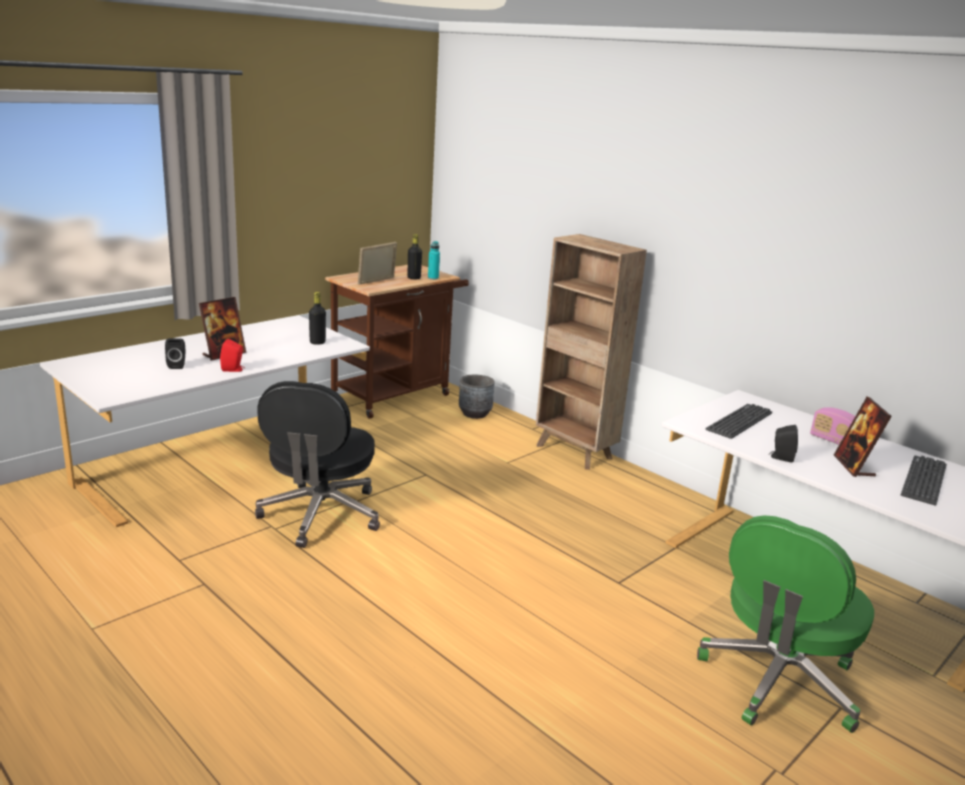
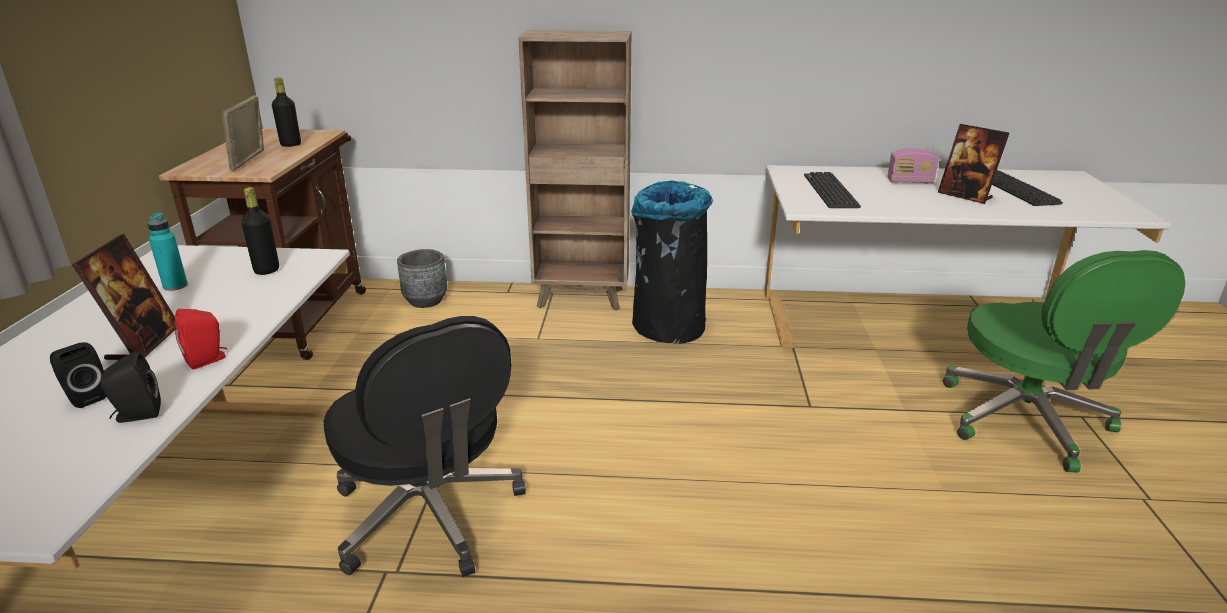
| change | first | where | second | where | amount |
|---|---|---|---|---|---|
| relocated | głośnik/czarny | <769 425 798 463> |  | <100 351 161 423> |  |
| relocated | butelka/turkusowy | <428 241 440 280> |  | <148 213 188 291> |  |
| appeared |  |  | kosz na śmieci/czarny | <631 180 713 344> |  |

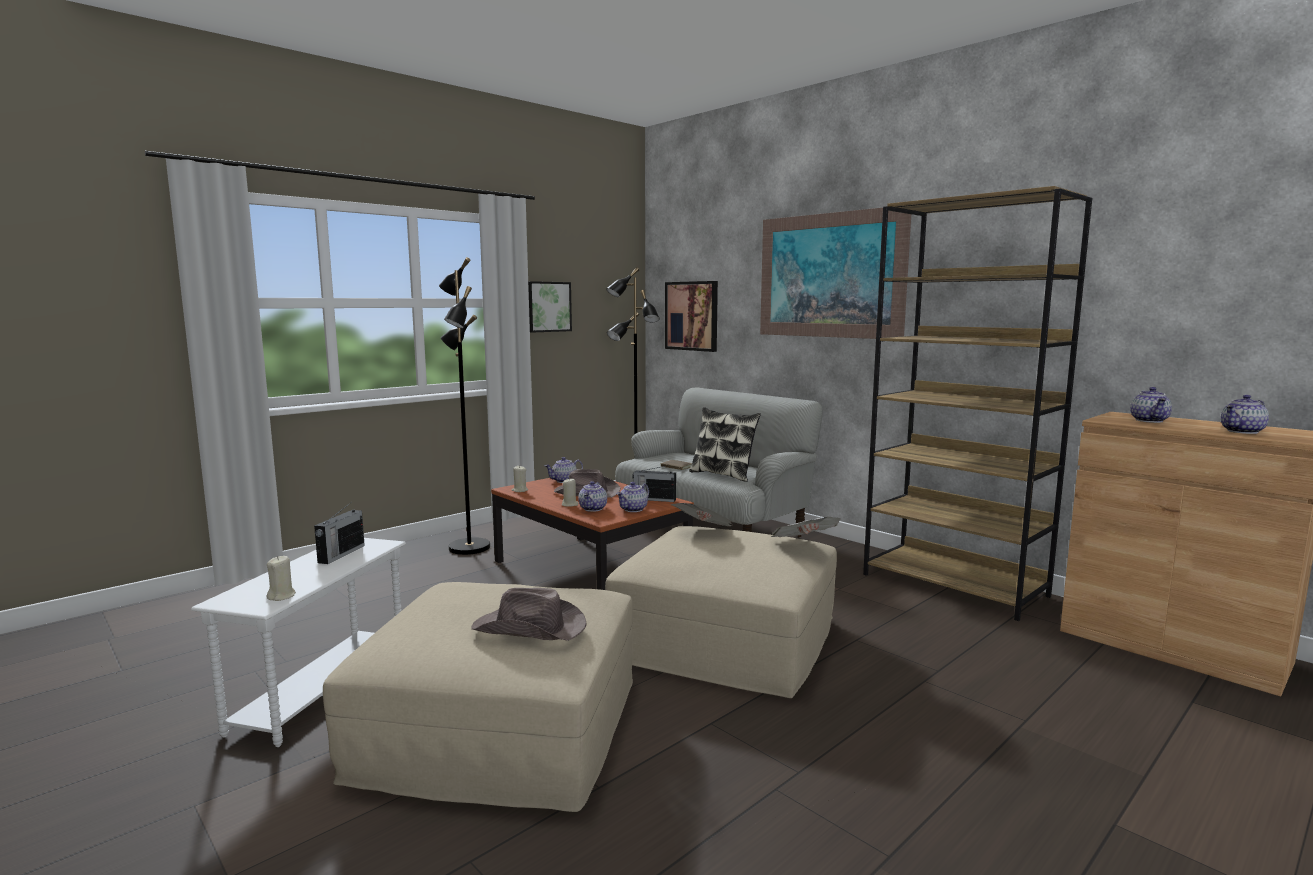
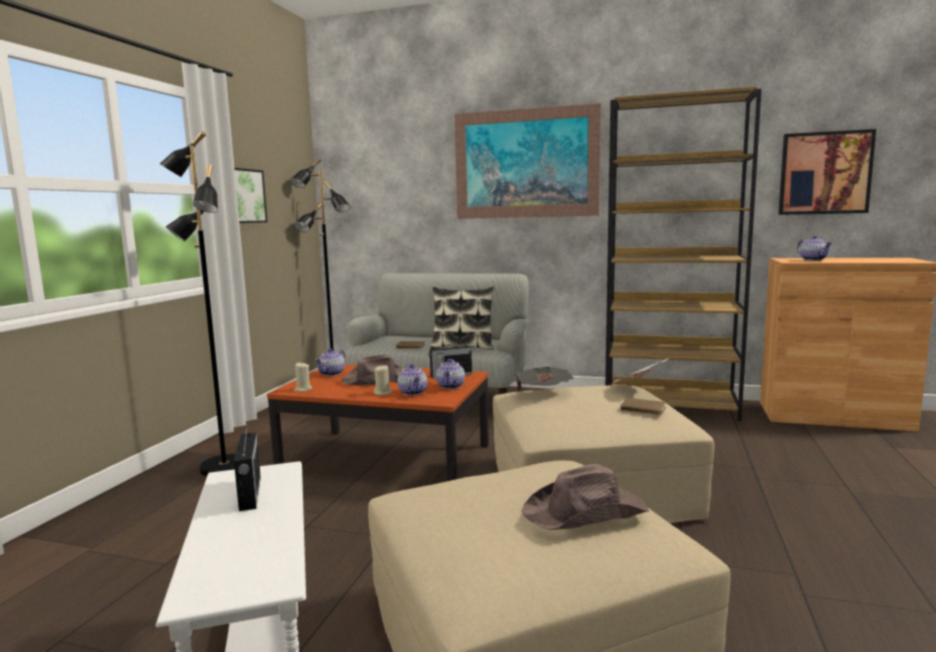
| change | first | where | second | where | amount |
|---|---|---|---|---|---|
| appeared |  |  | książka/brązowy | <621 398 666 415> |  |
| relocated | obraz | <665 281 718 352> |  | <778 129 876 215> |  |
| missing | świeca/beżowy | <267 556 296 601> |  |  |  |
| missing | imbryk | <1221 395 1269 434> |  |  |  |

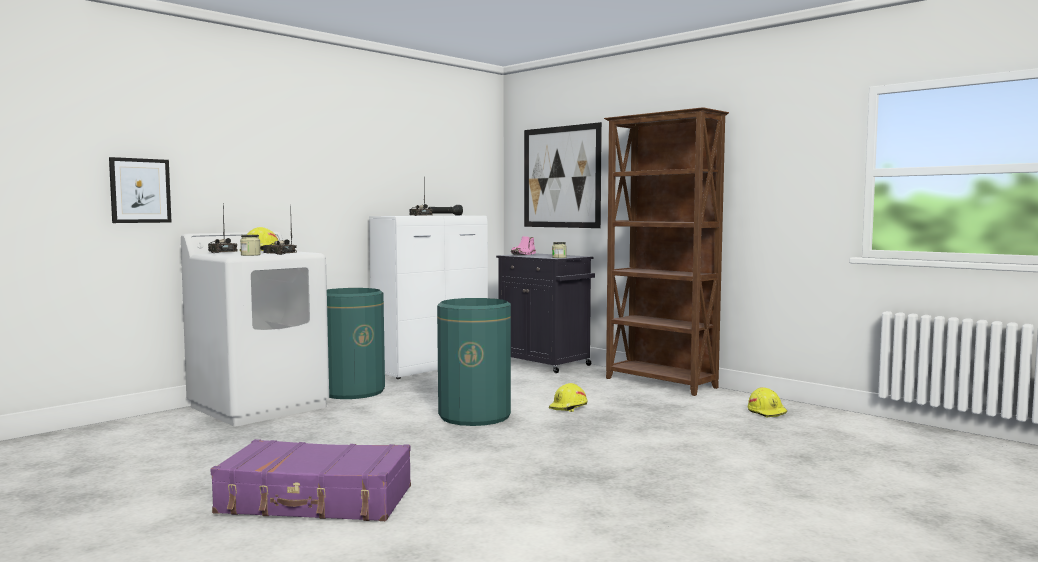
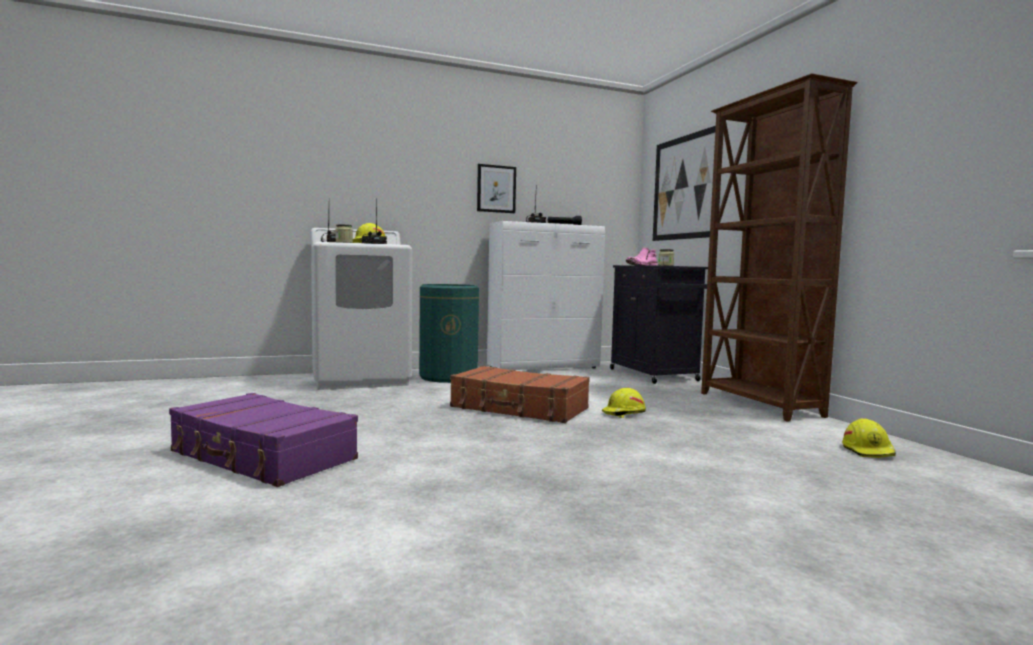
| change | first | where | second | where | amount |
|---|---|---|---|---|---|
| exchanged | kosz na śmieci/zielony | <437 298 511 426> | walizka/brązowy | <450 366 590 423> |  |
| relocated | obraz | <109 157 171 223> |  | <477 164 516 213> |  |

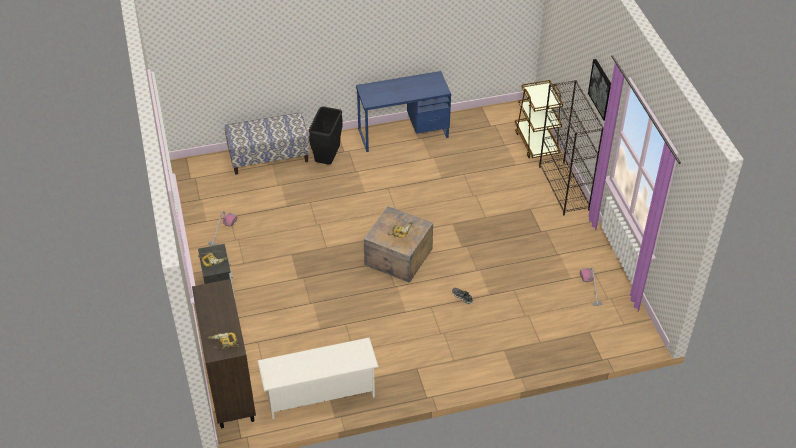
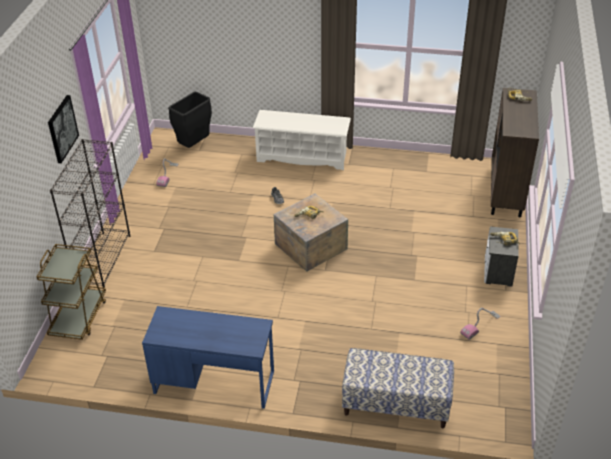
| change | first | where | second | where | amount |
|---|---|---|---|---|---|
| relocated | kosz na śmieci/czarny | <309 106 342 165> |  | <168 92 212 148> |  |
| relocated | regał na buty/biały | <257 337 379 419> |  | <253 110 351 170> |  |

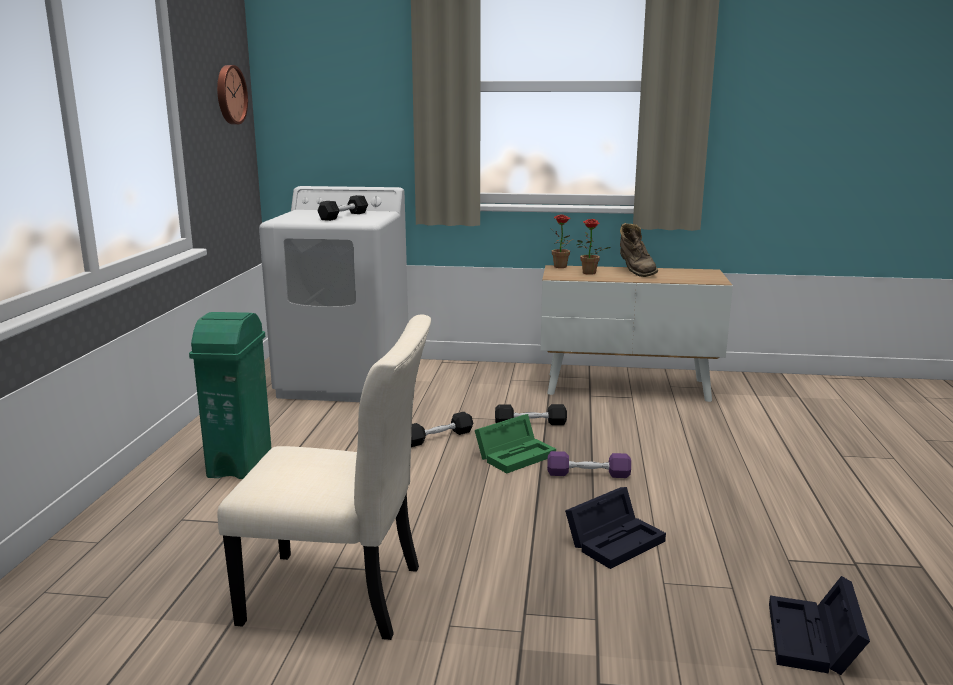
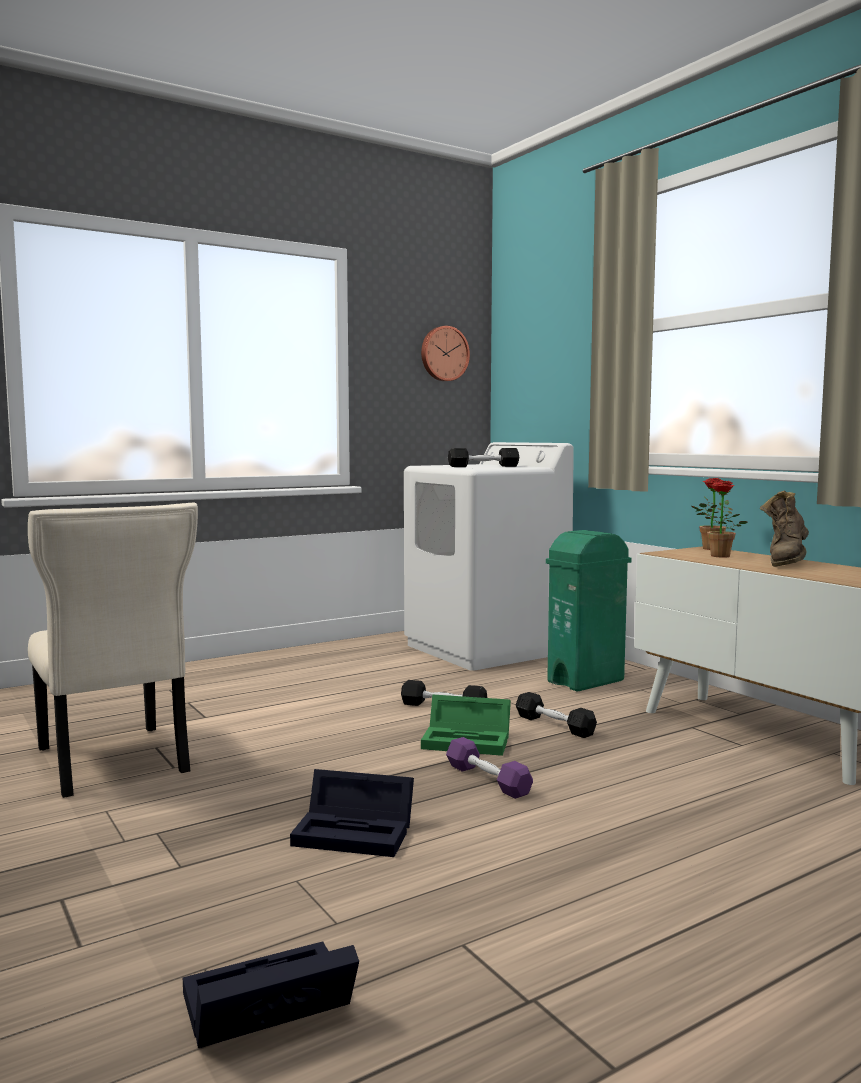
| change | first | where | second | where | amount |
|---|---|---|---|---|---|
| relocated | kosz na śmieci/zielony | <189 312 271 479> |  | <546 530 632 692> |  |

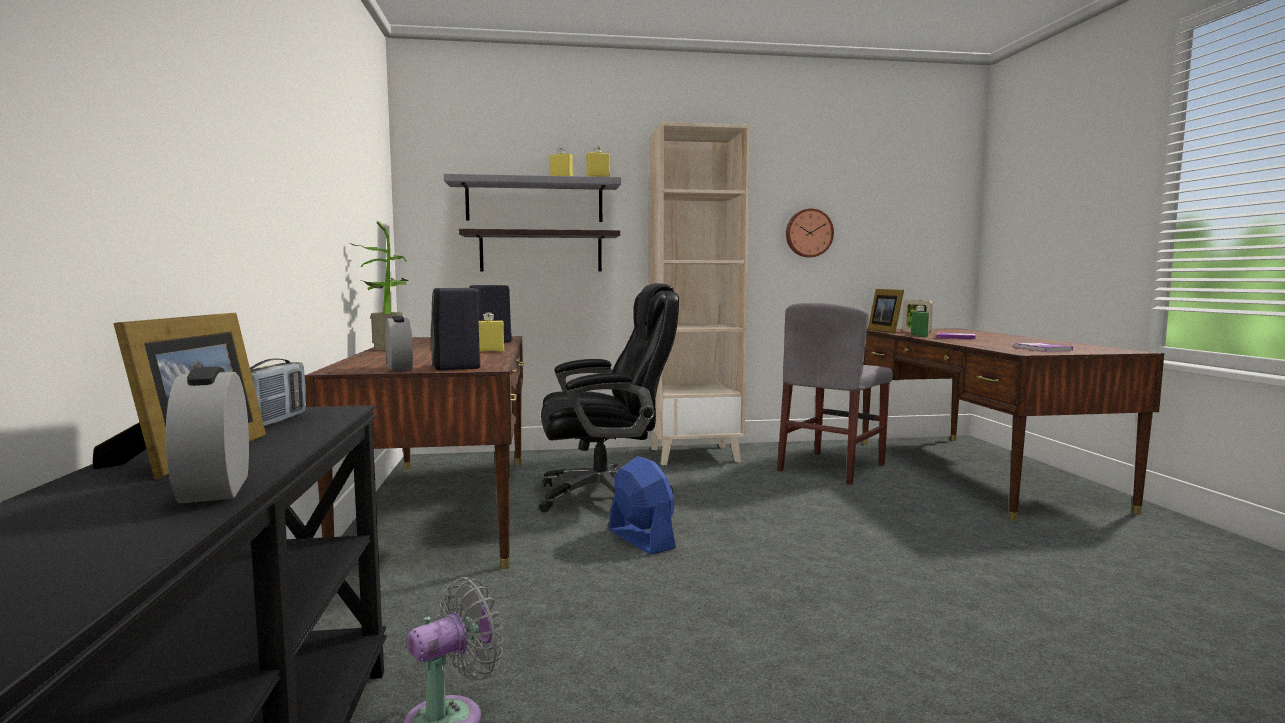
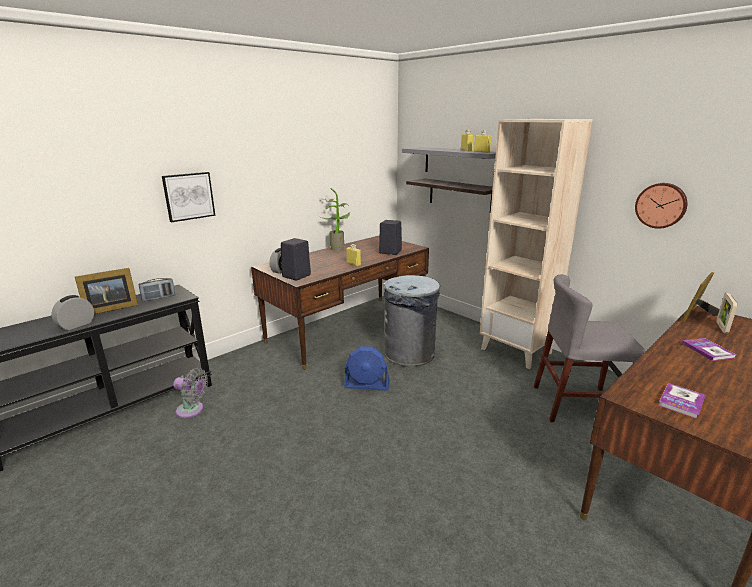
| change | first | where | second | where | amount |
|---|---|---|---|---|---|
| appeared |  |  | obraz | <162 172 216 222> |  |
| spun | wentylator/niebieski | <609 456 676 554> |  | <344 346 390 391> | 75 degrees clockwise |
| exchanged | krzesło biurowe/czarny | <539 283 679 512> | kosz na śmieci/szary | <384 275 440 367> |  |
| missing | butelka/zielony | <911 305 929 337> |  |  |  |

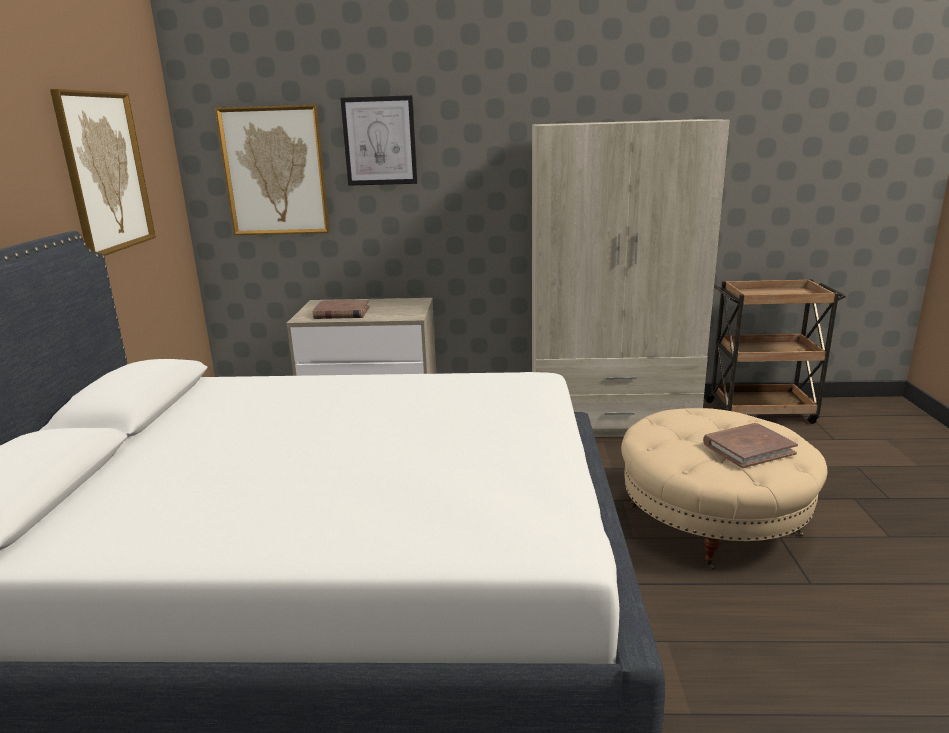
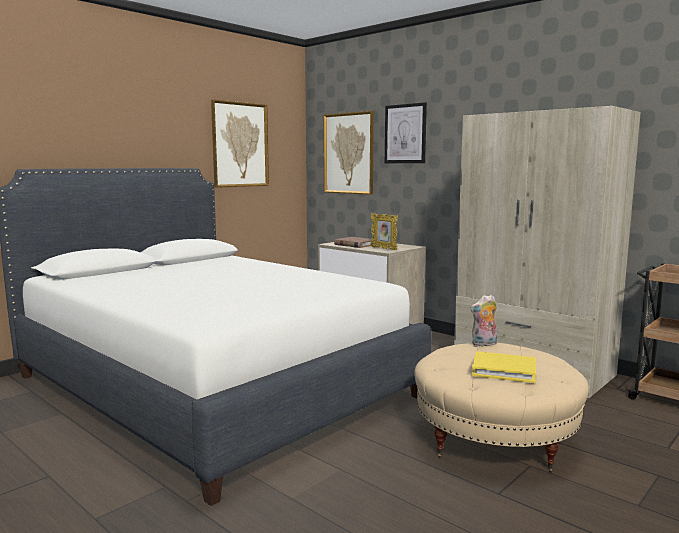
| change | first | where | second | where | amount |
|---|---|---|---|---|---|
| appeared |  |  | ramka na zdjęcie | <370 213 398 250> |  |
| appeared |  |  | pluszak | <470 294 497 347> |  |
| colour | książka/brązowy | <703 423 798 468> | książka/żółty | <471 351 536 383> |  |

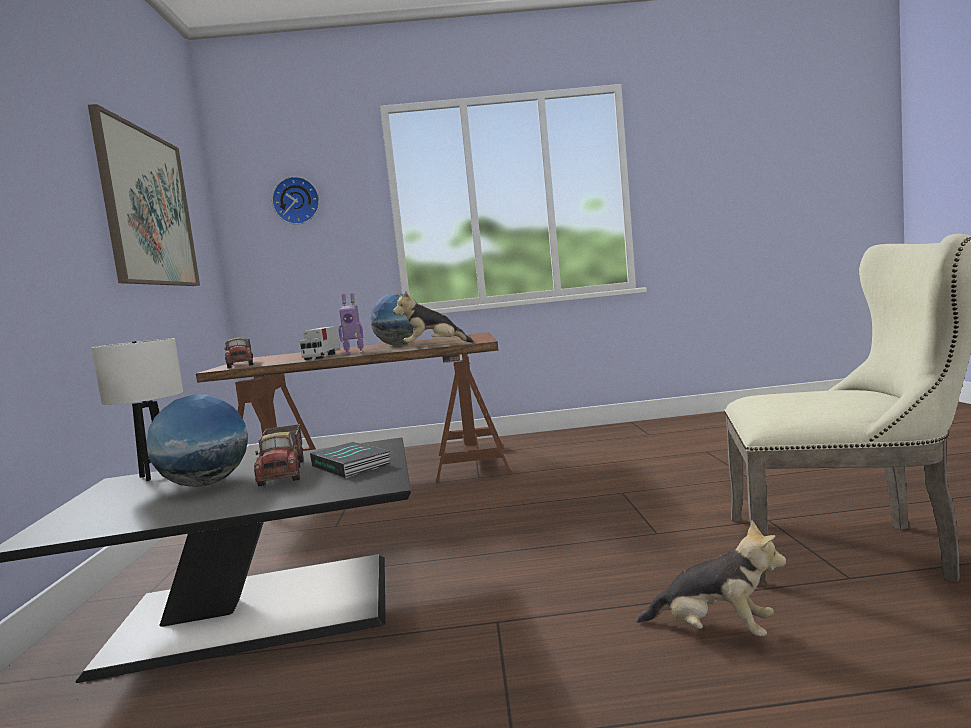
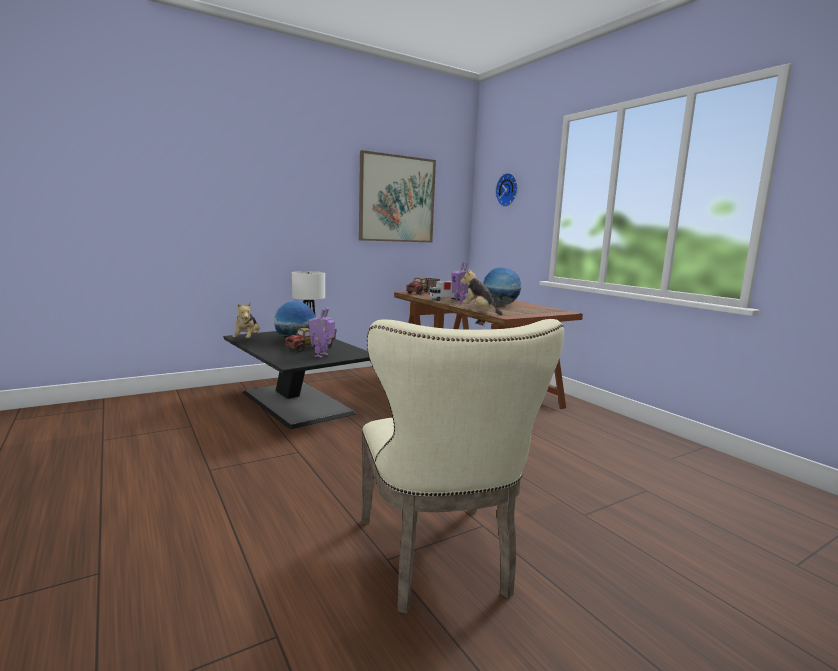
| change | first | where | second | where | amount |
|---|---|---|---|---|---|
| relocated | pluszak | <636 521 786 636> |  | <233 302 260 339> |  |
| exchanged | książka | <310 442 391 479> | robot zabawkowy | <309 308 335 357> |  |

